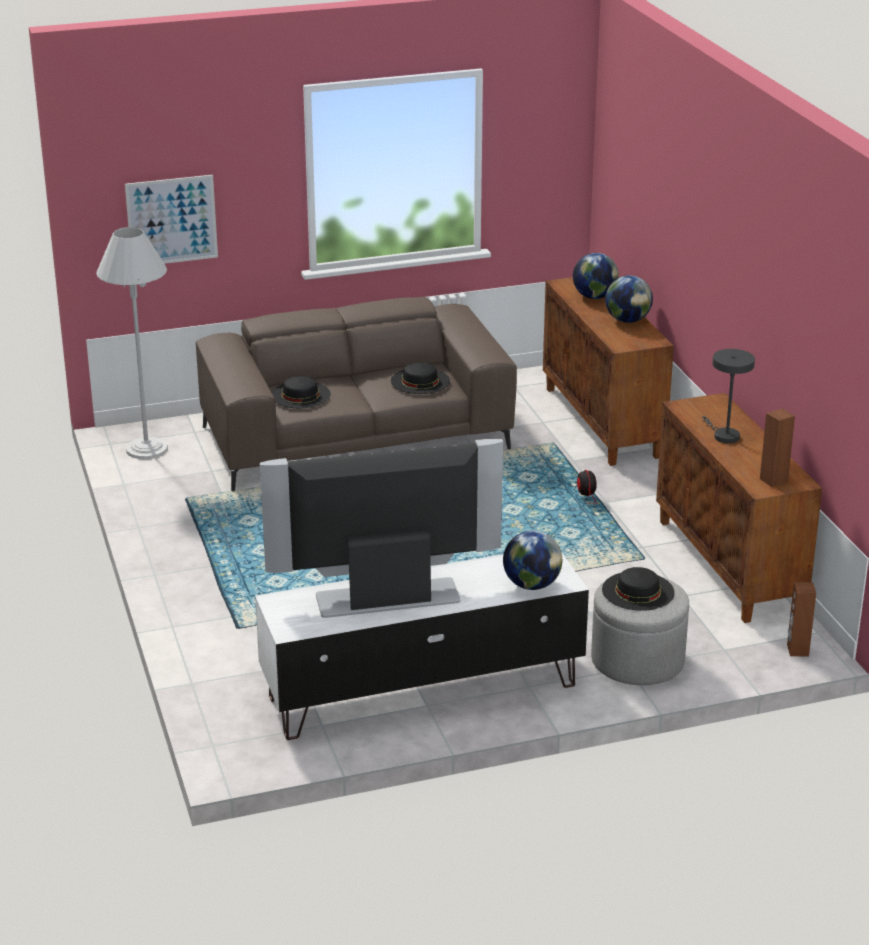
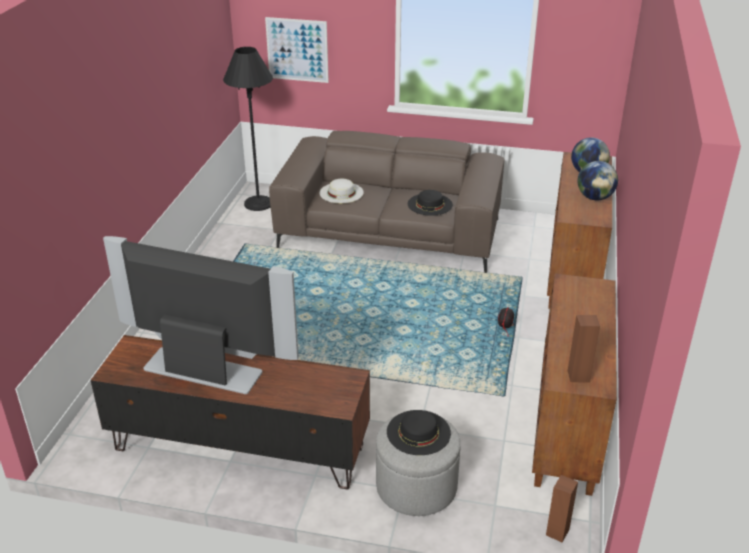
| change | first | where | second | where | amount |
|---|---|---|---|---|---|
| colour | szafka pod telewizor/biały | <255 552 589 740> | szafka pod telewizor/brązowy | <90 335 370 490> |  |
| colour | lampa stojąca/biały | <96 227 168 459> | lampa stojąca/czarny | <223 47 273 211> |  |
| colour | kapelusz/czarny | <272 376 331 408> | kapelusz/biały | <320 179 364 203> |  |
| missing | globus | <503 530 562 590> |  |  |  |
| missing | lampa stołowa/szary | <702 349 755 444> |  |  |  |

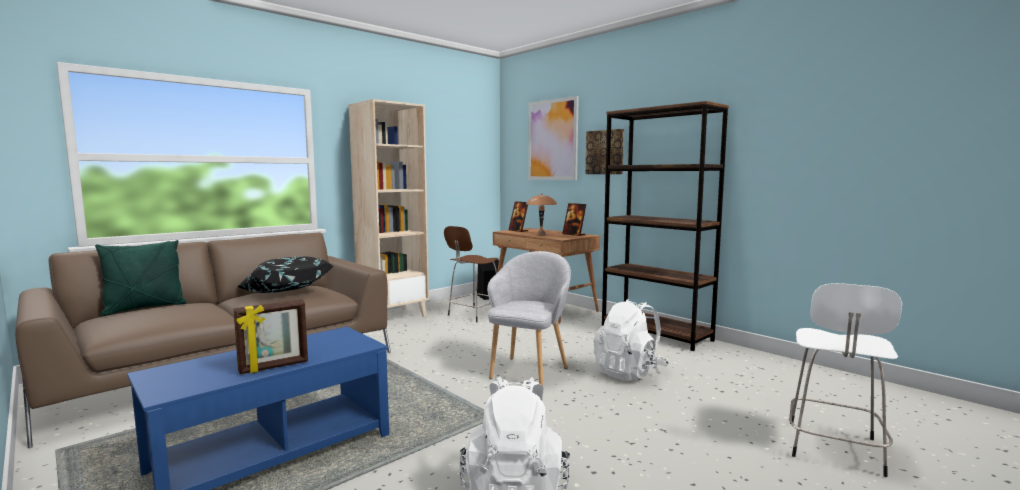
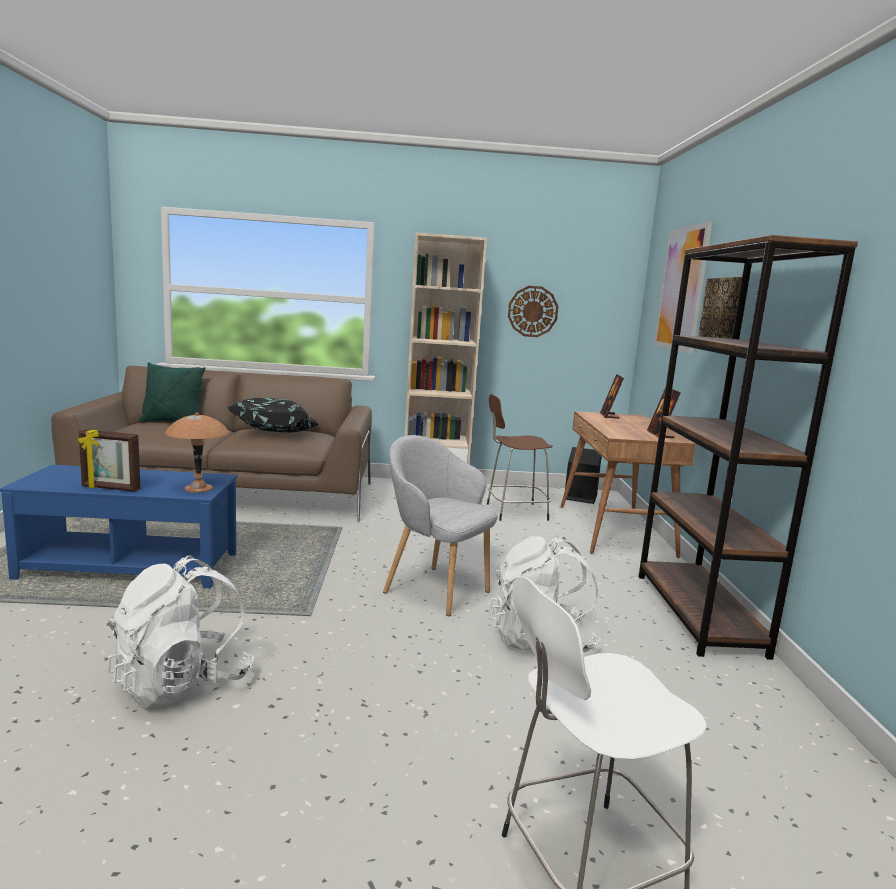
| change | first | where | second | where | amount |
|---|---|---|---|---|---|
| relocated | lampa stołowa/brązowy | <526 193 557 236> |  | <165 412 229 493> |  |
| spun | fotel/szary | <487 251 571 386> |  | <383 435 498 616> | 120 degrees counterclockwise |
| appeared |  |  | zegar ścienny | <508 286 558 337> |  |

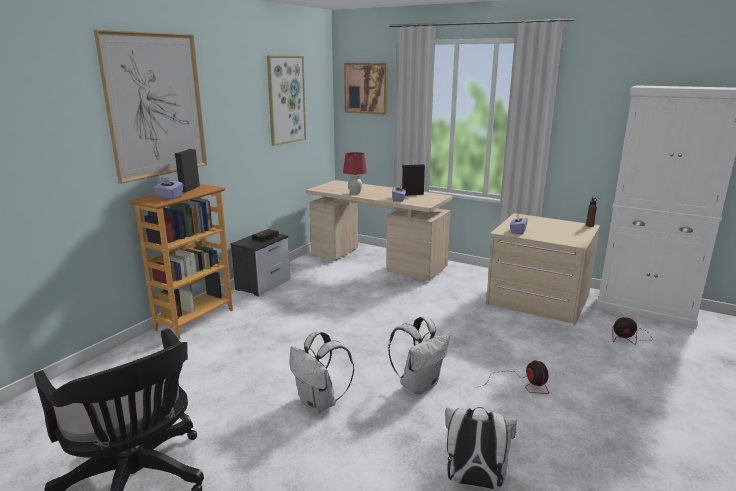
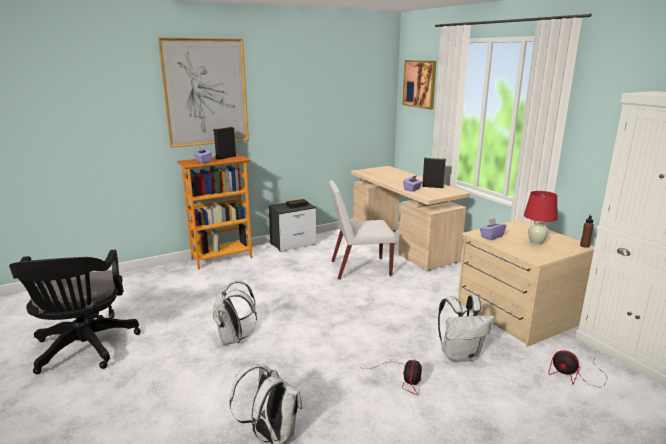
| change | first | where | second | where | amount |
|---|---|---|---|---|---|
| appeared |  |  | krzesło/biały | <329 180 396 280> |  |
| relocated | plecak/biały | <388 316 450 394> |  | <438 295 494 363> |  |
| relocated | lampa stołowa/czerwony | <343 152 367 195> |  | <524 191 558 245> |  |
| missing | obraz | <267 56 306 146> |  |  |  |

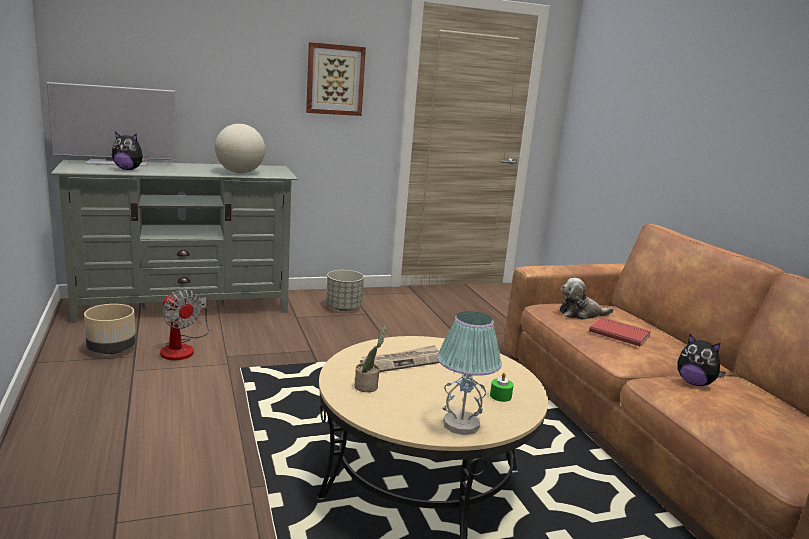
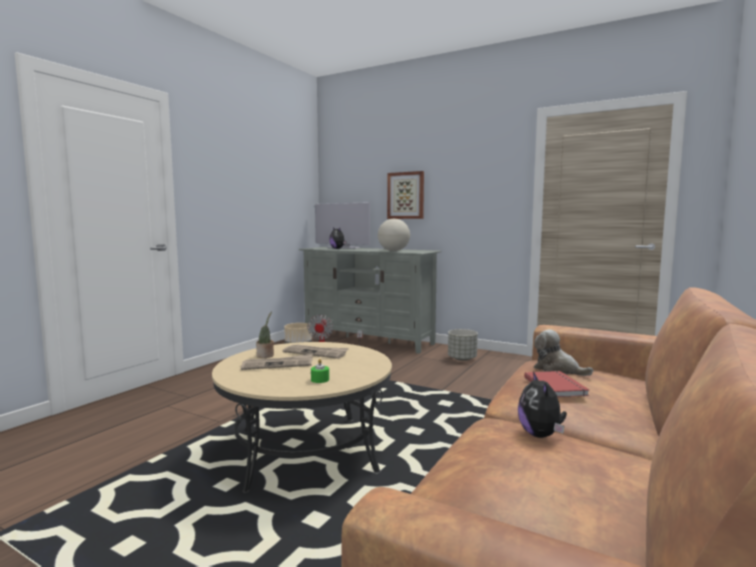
| change | first | where | second | where | amount |
|---|---|---|---|---|---|
| appeared |  |  | gazeta | <241 354 313 370> |  |
| relocated | obraz | <306 42 366 116> |  | <387 171 424 219> |  |
| missing | lampa stołowa | <437 311 502 435> |  |  |  |

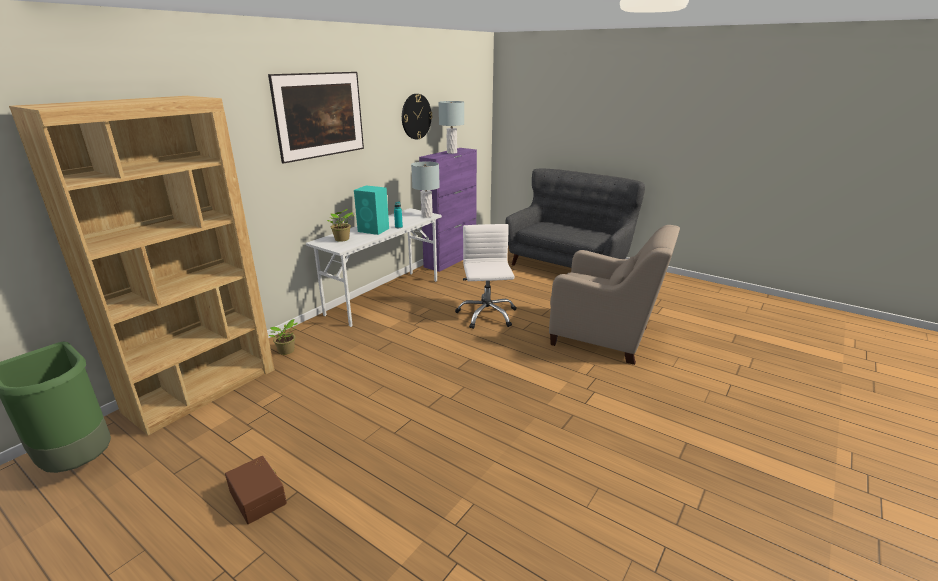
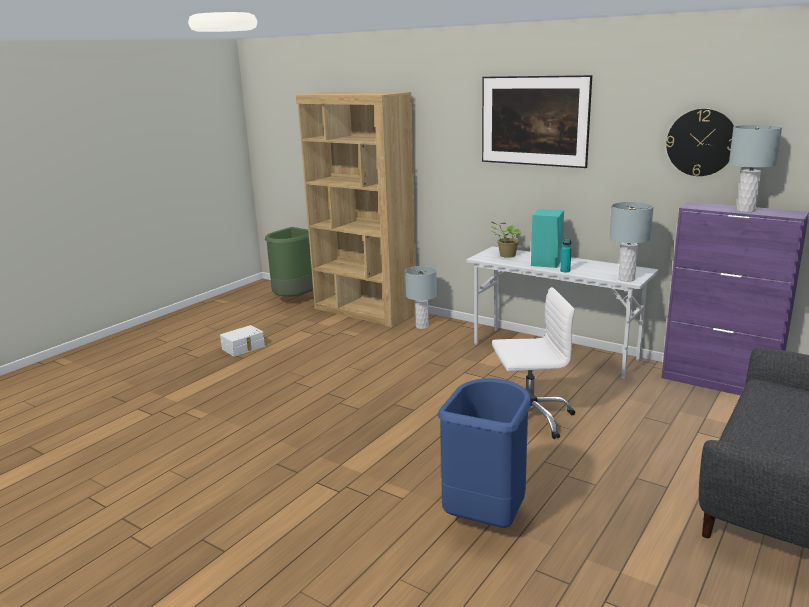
| change | first | where | second | where | amount |
|---|---|---|---|---|---|
| colour | pojemnik do przechowywania/brązowy | <225 456 287 524> | pojemnik do przechowywania/biały | <220 325 265 357> |  |
| exchanged | roślina doniczkowa | <269 319 297 355> | lampa stołowa/szary | <405 266 437 329> |  |
| exchanged | fotel/beżowy | <549 225 680 365> | kosz na śmieci/niebieski | <438 378 531 528> |  |

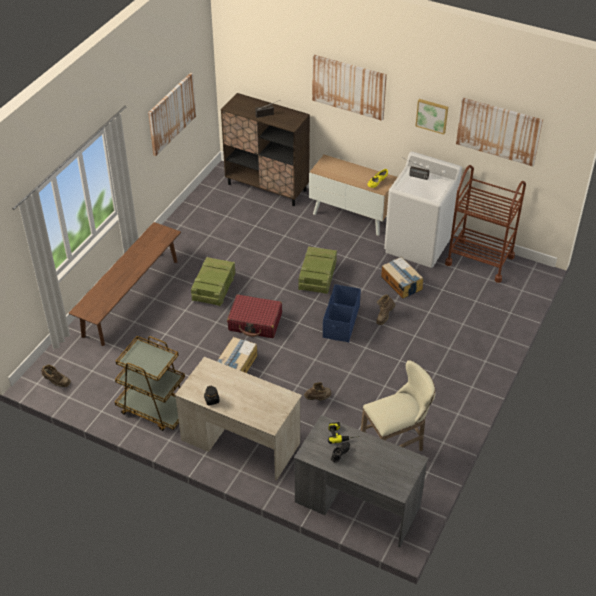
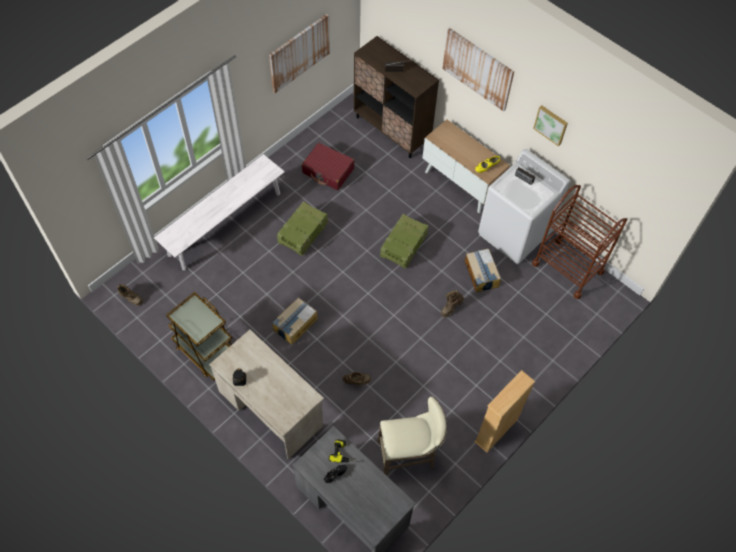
| change | first | where | second | where | amount |
|---|---|---|---|---|---|
| colour | ławka/brązowy | <68 222 181 346> | ławka/biały | <154 154 285 270> |  |
| relocated | walizka/czerwony | <227 294 282 338> |  | <301 143 354 190> |  |
| appeared |  |  | regał/beżowy | <474 370 535 453> |  |
| missing | pojemnik do przechowywania/niebieski | <323 284 361 342> |  |  |  |
| missing | obraz | <456 98 543 166> |  |  |  |

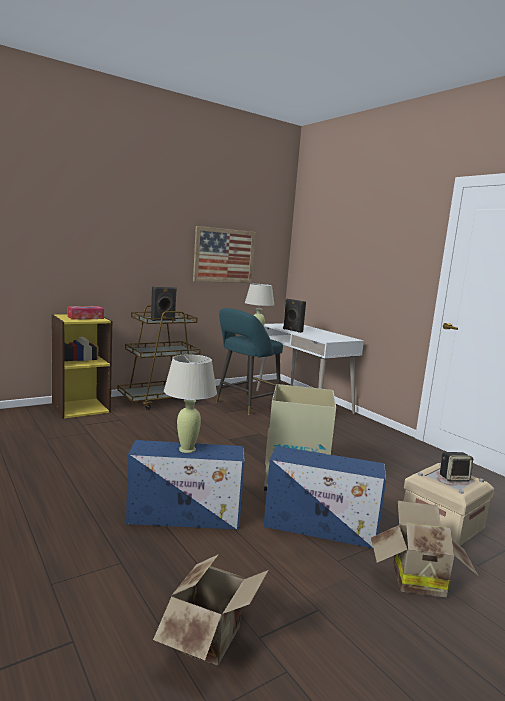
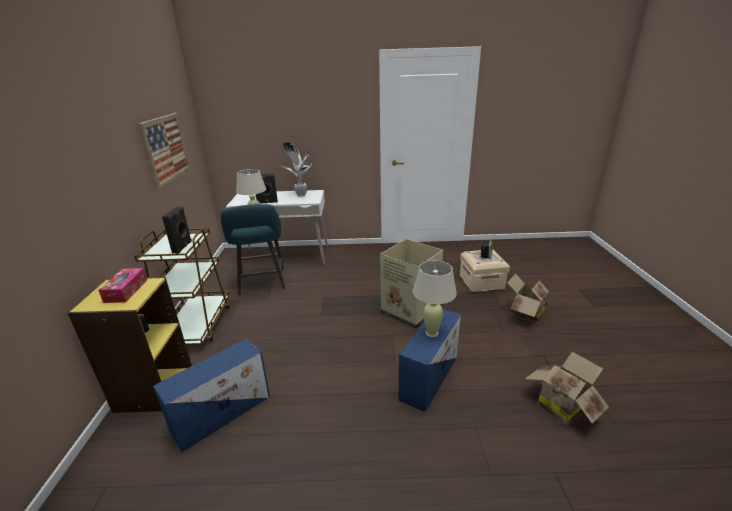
| change | first | where | second | where | amount |
|---|---|---|---|---|---|
| relocated | pojemnik do przechowywania/niebieski | <264 446 386 548> |  | <153 339 270 452> |  |
| appeared |  |  | roślina doniczkowa | <280 142 312 196> |  |

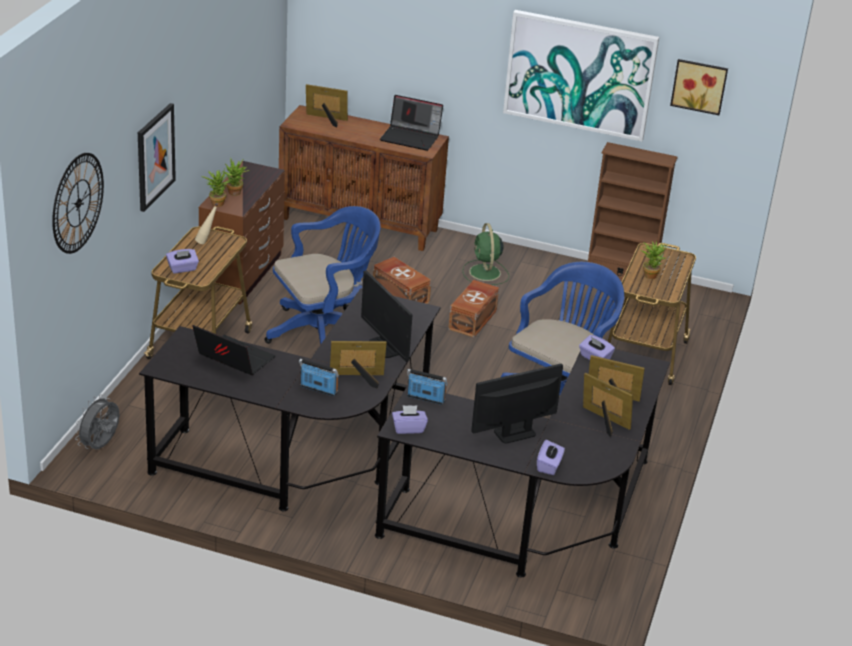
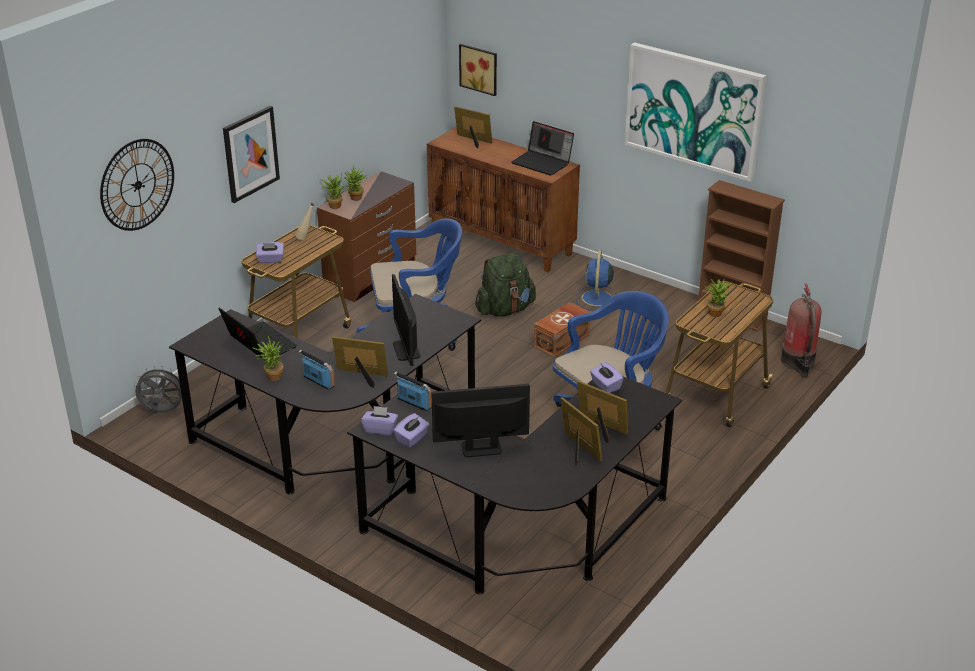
| change | first | where | second | where | amount |
|---|---|---|---|---|---|
| spun | wentylator/szary | <75 394 119 449> |  | <134 366 182 412> | 45 degrees clockwise |
| appeared |  |  | roślina doniczkowa | <253 336 284 381> |  |
| relocated | pudełko chusteczek/fioletowy | <537 440 565 475> |  | <393 413 430 448> |  |
| relocated | obraz | <670 59 728 115> |  | <459 44 497 96> |  |
| exchanged | pojemnik do przechowywania/brązowy | <373 257 431 304> | plecak/zielony | <475 253 536 317> |  |
| colour | wentylator/zielony | <462 223 509 285> | wentylator/niebieski | <575 250 617 310> |  |
| appeared |  |  | gaśnica | <781 283 821 378> |  |

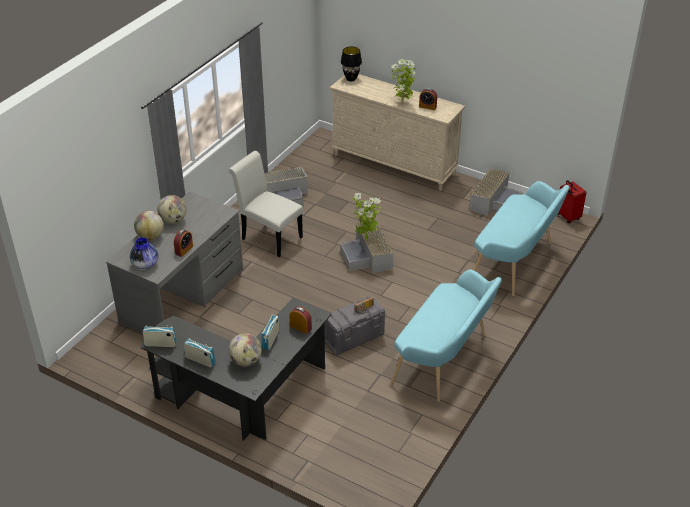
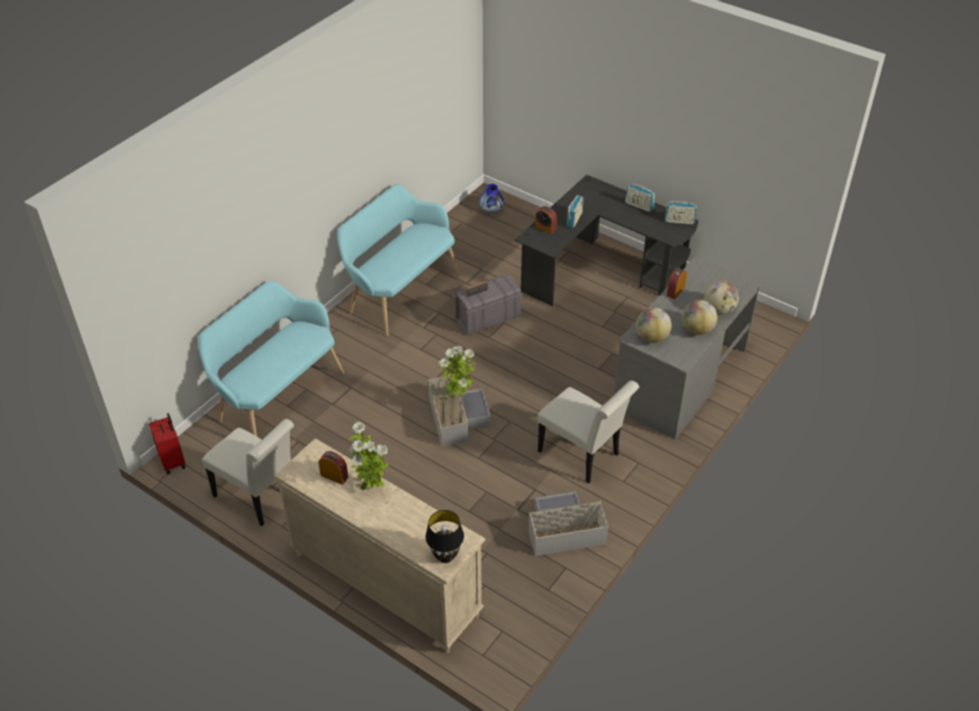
| change | first | where | second | where | amount |
|---|---|---|---|---|---|
| exchanged | pojemnik do przechowywania/szary | <469 168 523 216> | krzesło/biały | <202 419 294 526> |  |
| relocated | wazon | <130 238 158 269> |  | <479 184 505 213> |  |
| relocated | globus | <229 333 262 366> |  | <636 308 672 343> |  |

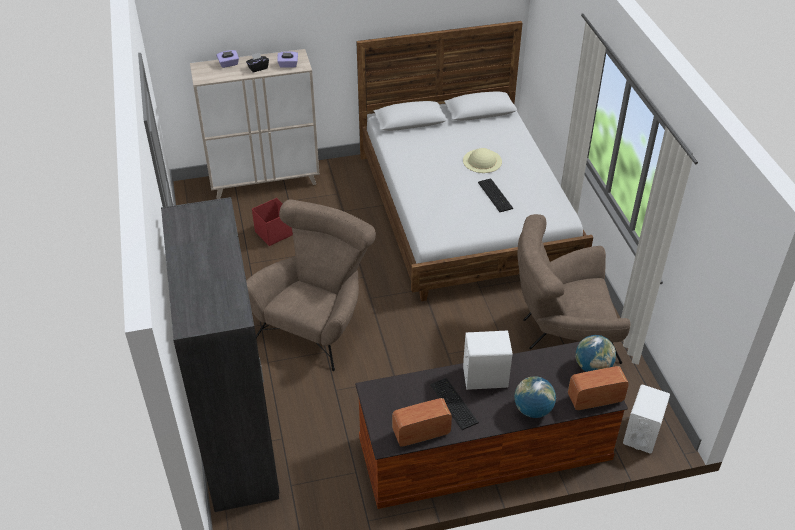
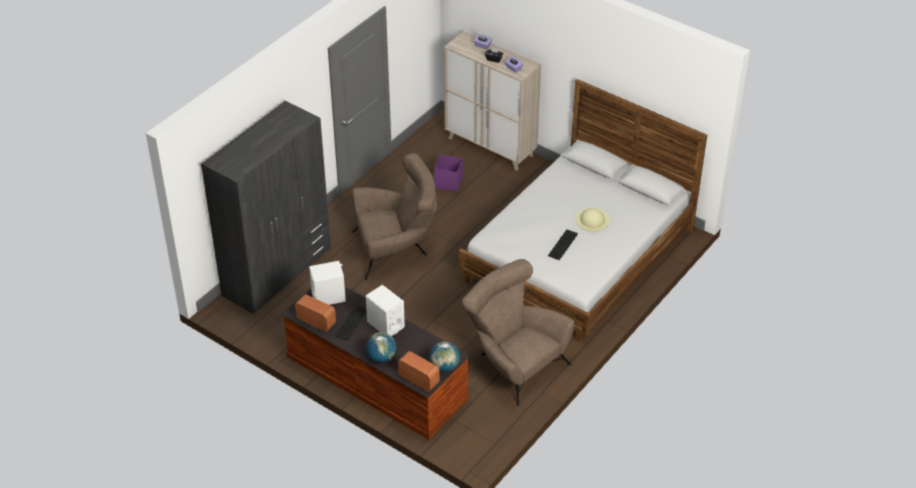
| change | first | where | second | where | amount |
|---|---|---|---|---|---|
| relocated | głośnik/biały | <623 385 670 453> |  | <309 261 346 305> |  |
| colour | pojemnik do przechowywania/czerwony | <252 198 293 246> | pojemnik do przechowywania/fioletowy | <434 155 463 191> |  |

